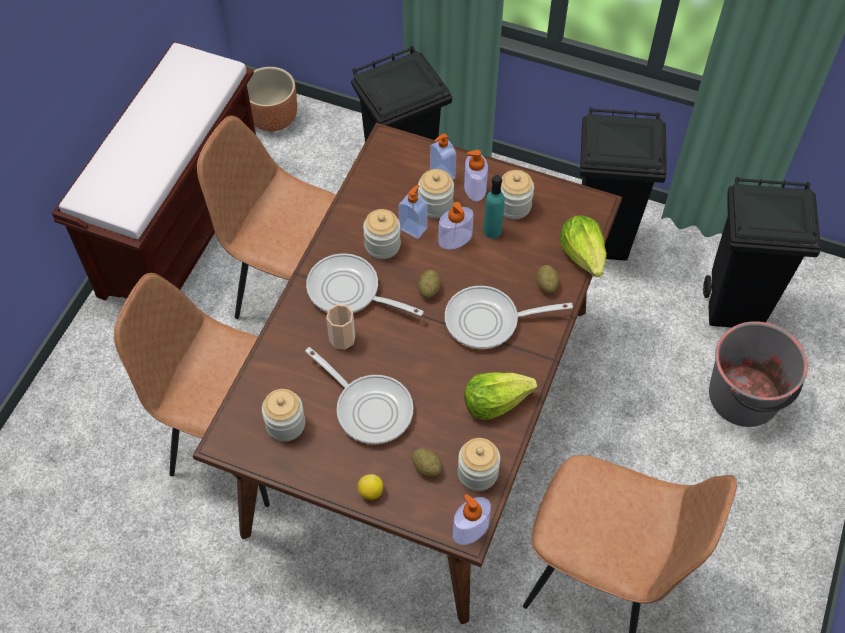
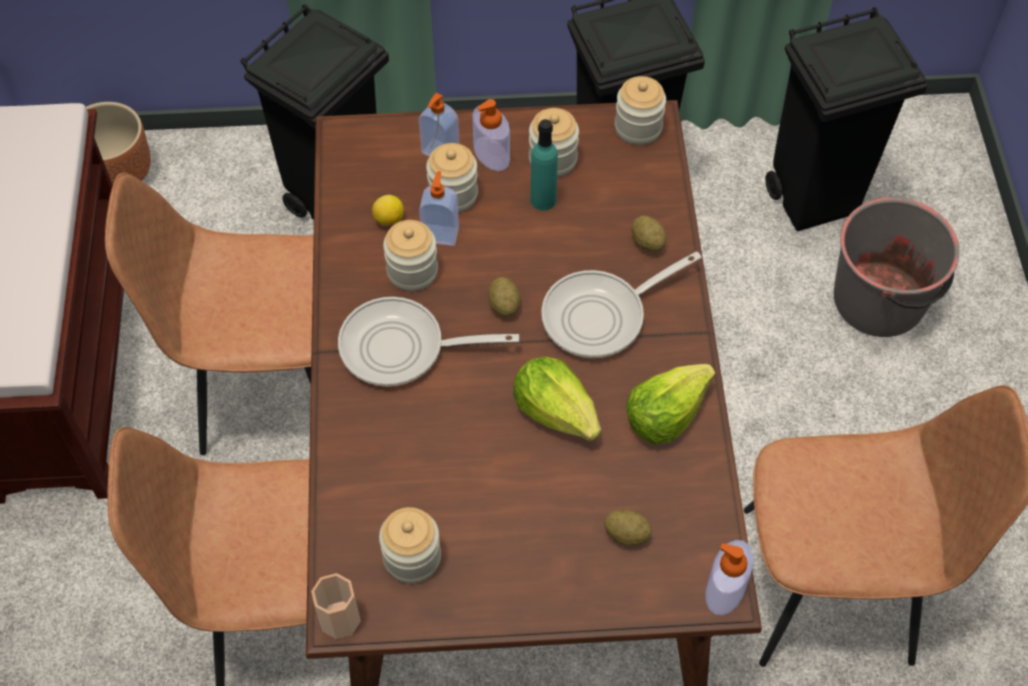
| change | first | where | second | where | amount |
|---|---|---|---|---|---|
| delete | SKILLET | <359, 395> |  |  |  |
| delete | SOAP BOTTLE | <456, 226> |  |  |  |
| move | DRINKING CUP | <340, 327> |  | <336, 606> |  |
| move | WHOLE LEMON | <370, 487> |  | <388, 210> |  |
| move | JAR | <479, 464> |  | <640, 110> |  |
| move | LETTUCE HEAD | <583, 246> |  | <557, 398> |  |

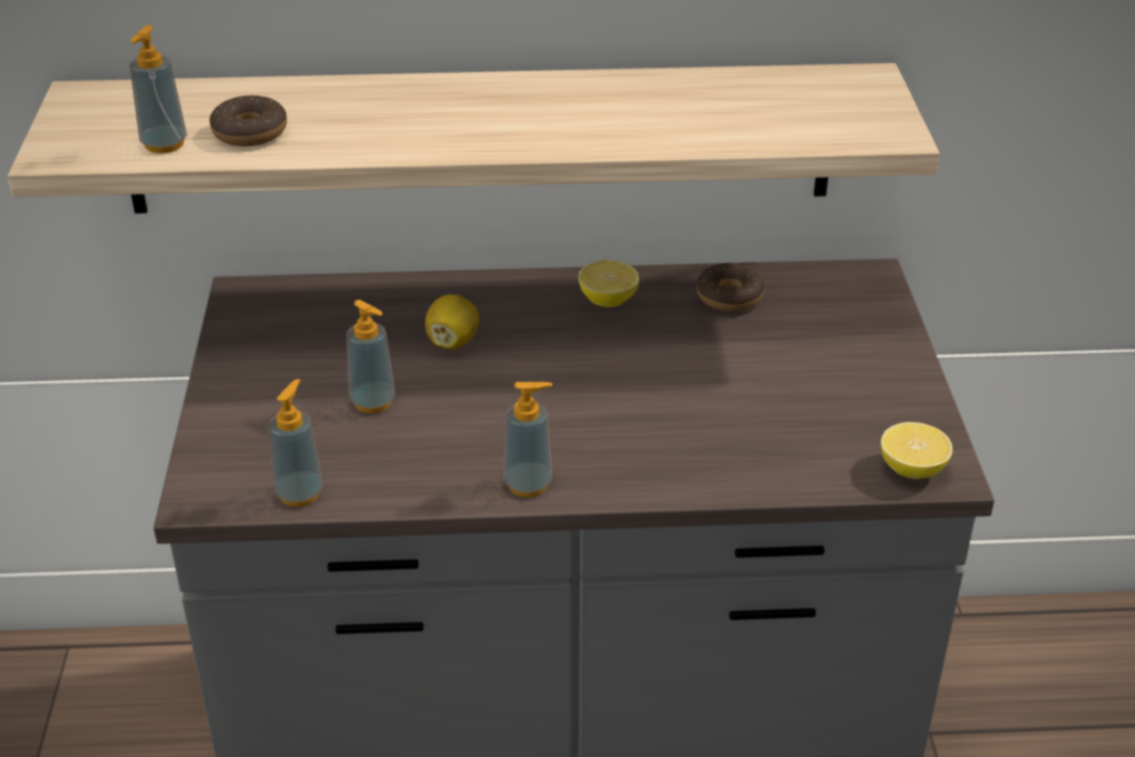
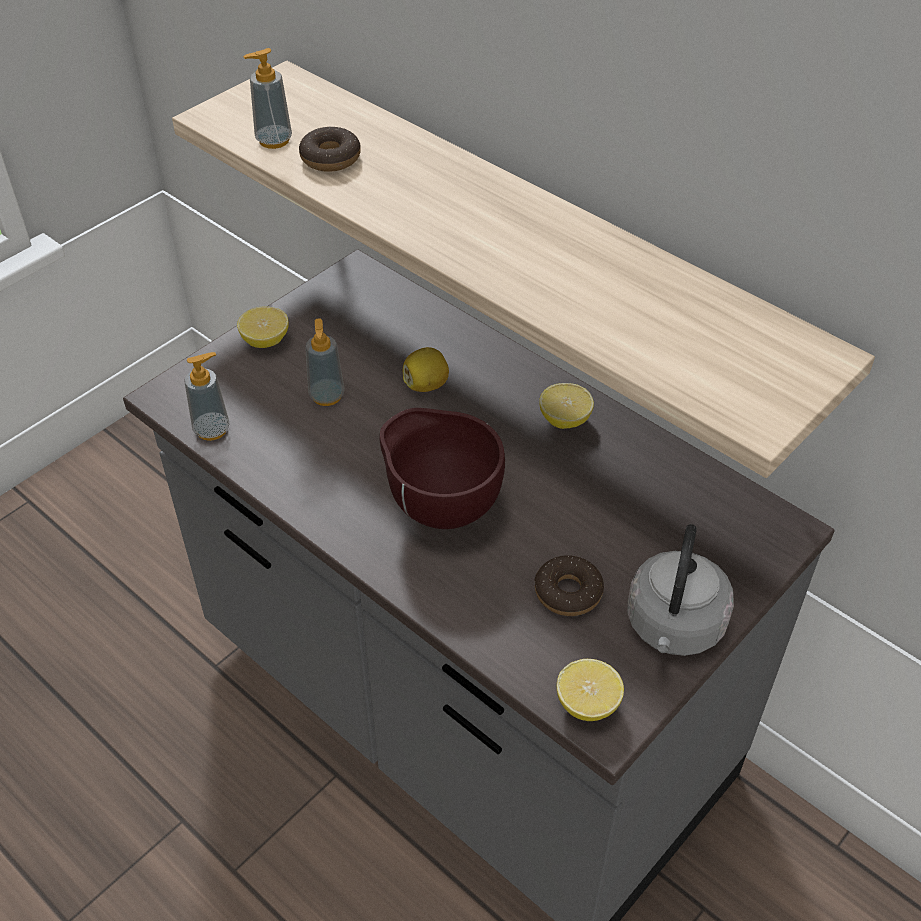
| change | first | where | second | where | amount |
|---|---|---|---|---|---|
| delete | SOAP BOTTLE | <528, 439> |  |  |  |
| insert |  |  | WHOLE LEMON | <263, 327> |  |
| insert |  |  | BROWN DEEP DISH | <442, 468> |  |
| insert |  |  | GREY TEA KETTLE | <680, 590> |  |
| move | DONUT | <731, 287> |  | <569, 585> |  |

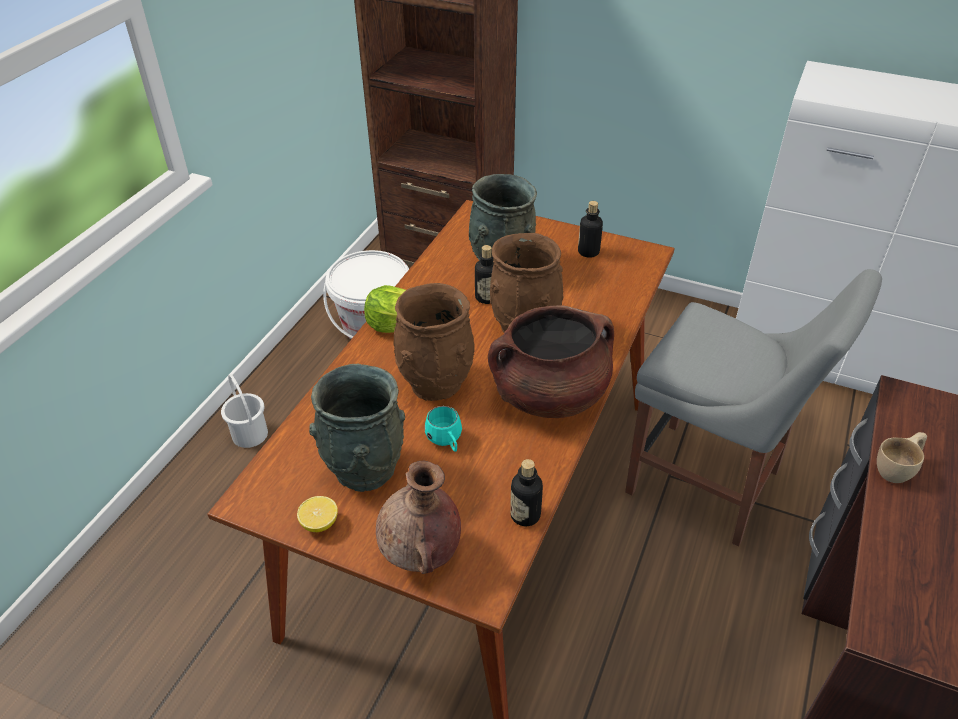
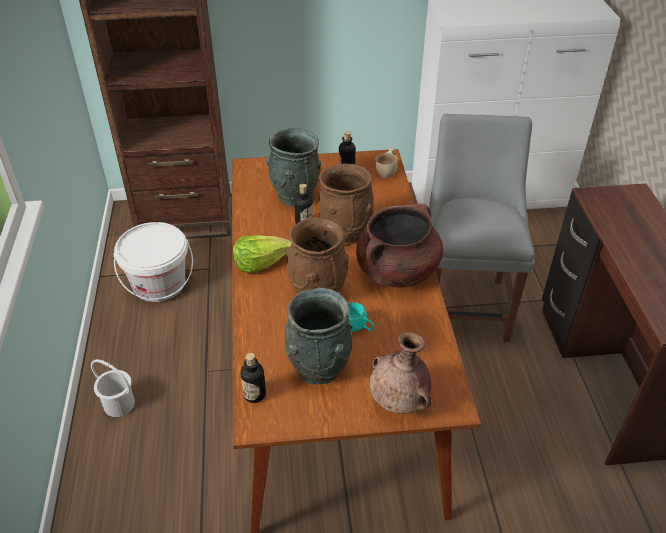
| change | first | where | second | where | amount |
|---|---|---|---|---|---|
| delete | WHOLE LEMON | <317, 514> |  |  |  |
| move | BOTTLE | <526, 492> |  | <253, 378> |  |
| move | BEIGE-COLOURED DRINKING CUP | <902, 457> |  | <386, 163> |  |
| rotate | GREY UPRIGHT CHAIR | <753, 408> |  | <481, 228> | 90 degrees counterclockwise |

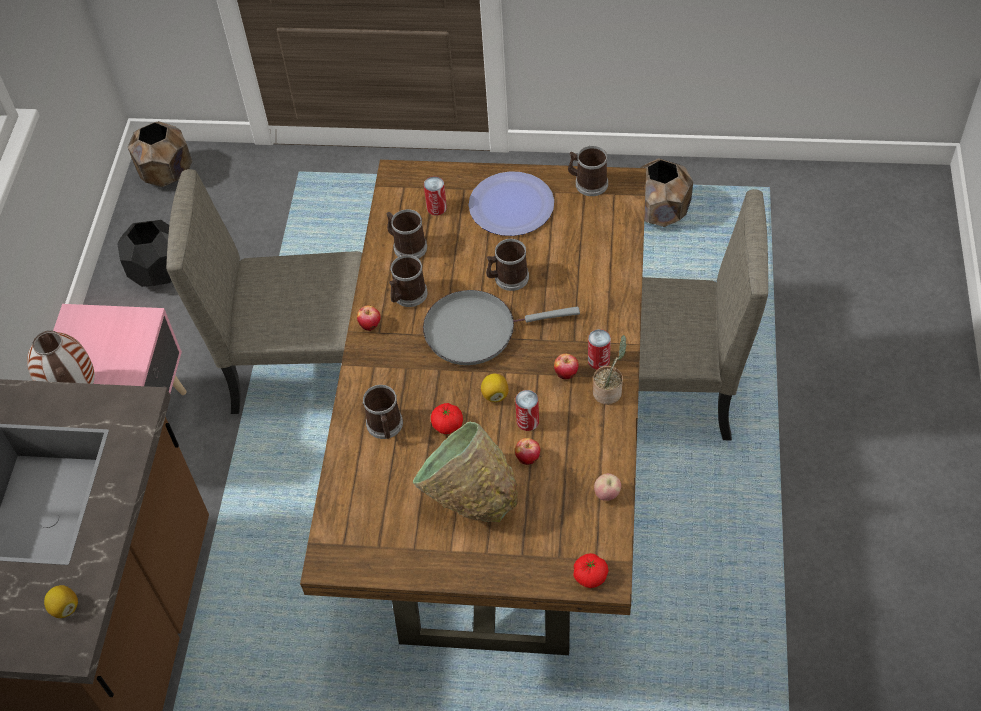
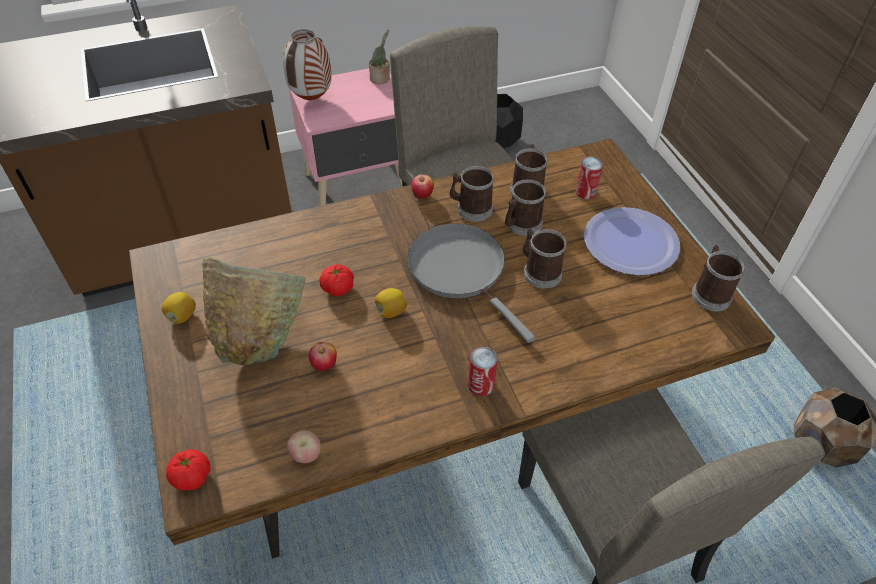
| change | first | where | second | where | amount |
|---|---|---|---|---|---|
| delete | BROWN PLANTER | <160, 154> |  |  |  |
| delete | SEALED CAN | <527, 410> |  |  |  |
| delete | WHOLE APPLE | <566, 366> |  |  |  |
| move | WHOLE LEMON | <61, 601> |  | <178, 308> |  |
| move | TEA MUG | <383, 412> |  | <525, 207> |  |
| move | HOUSEPLANT | <610, 370> |  | <379, 57> |  |

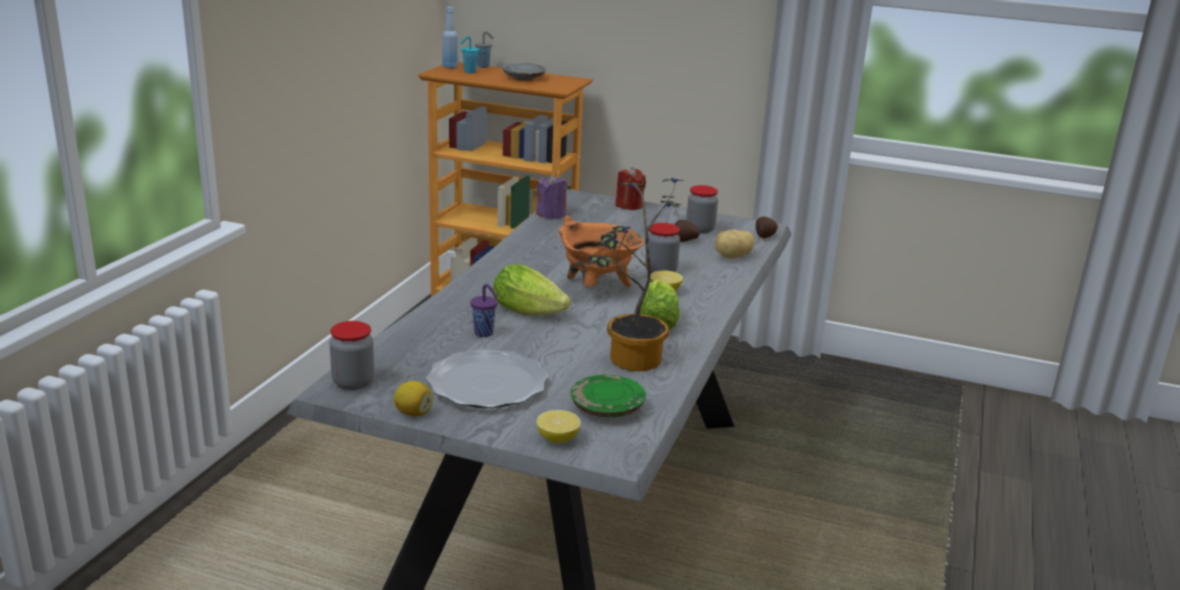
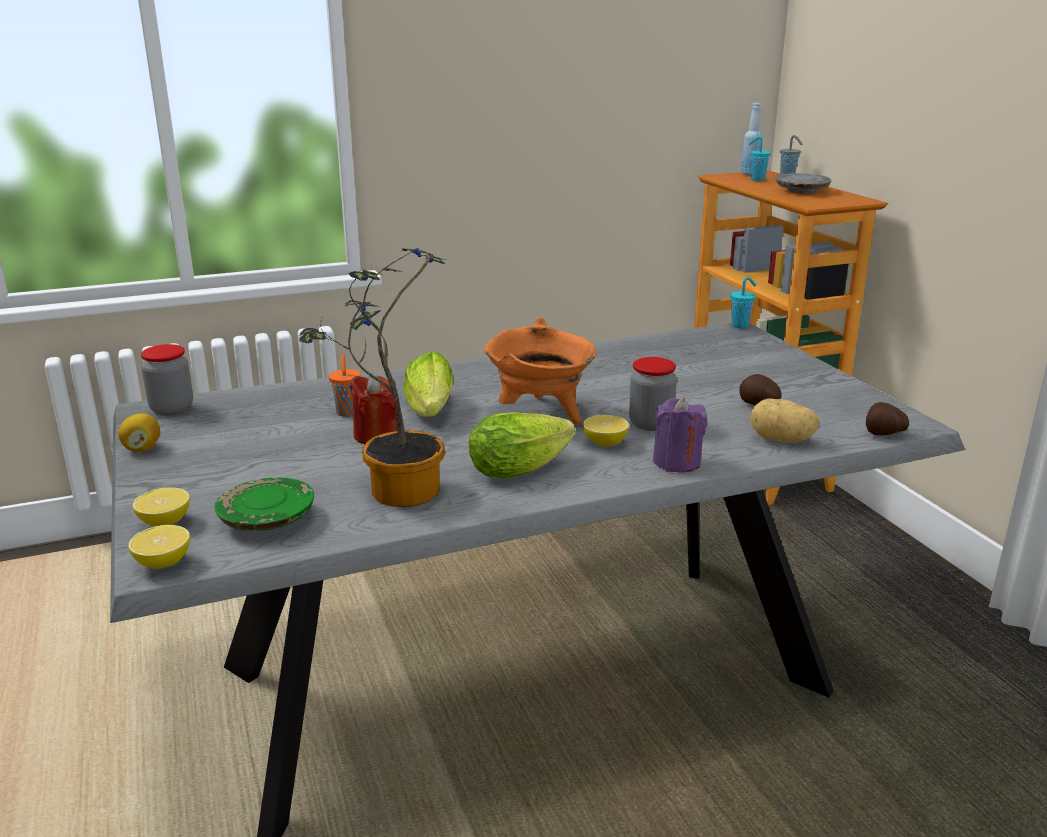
| change | first | where | second | where | amount |
|---|---|---|---|---|---|
| delete | DINNER PLATE | <487, 378> |  |  |  |
| delete | JAR | <702, 209> |  |  |  |
| insert |  |  | WHOLE LEMON | <159, 547> |  |
| insert |  |  | TURQUOISE DRINKING CUP | <743, 303> |  |
| move | PURPLE WAX LIGHT | <551, 196> |  | <680, 434> |  |
| move | RED-COLOURED WAX LIGHT | <630, 188> |  | <373, 410> |  |
| recolor | PURPLE DRINKING CUP | <484, 310> | ORANGE-COLOURED DRINKING CUP | <345, 385> |  |

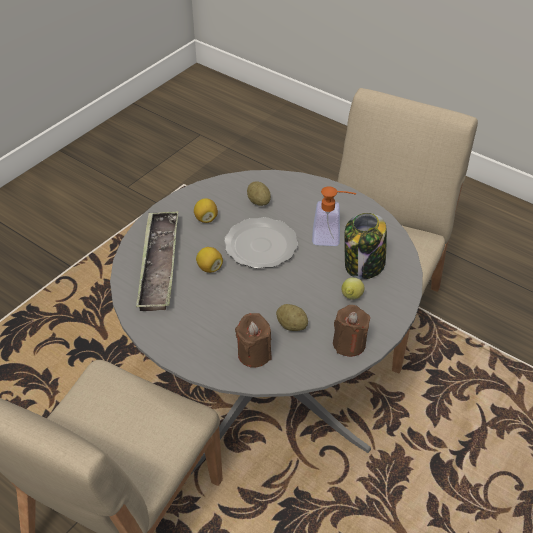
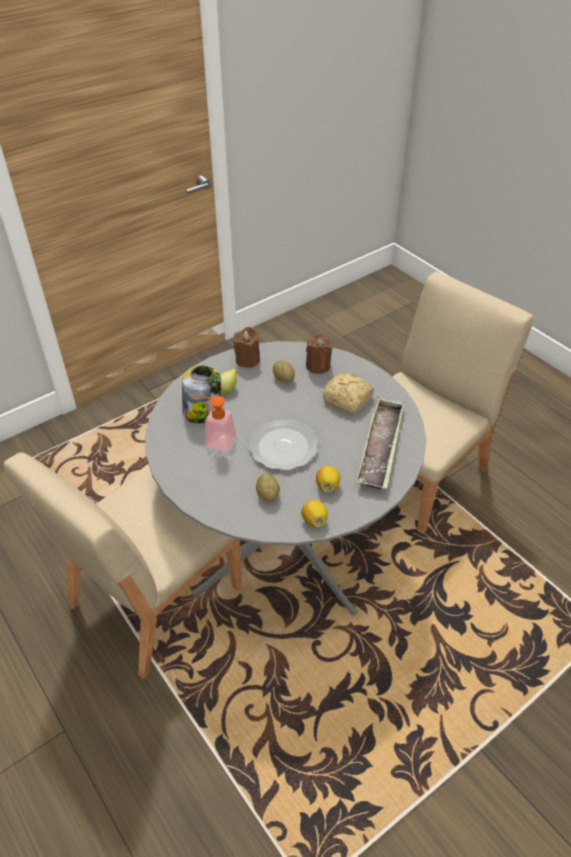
| change | first | where | second | where | amount |
|---|---|---|---|---|---|
| insert |  |  | BREAD | <348, 393> |  |
| move | WHOLE LEMON | <209, 260> |  | <314, 513> |  |

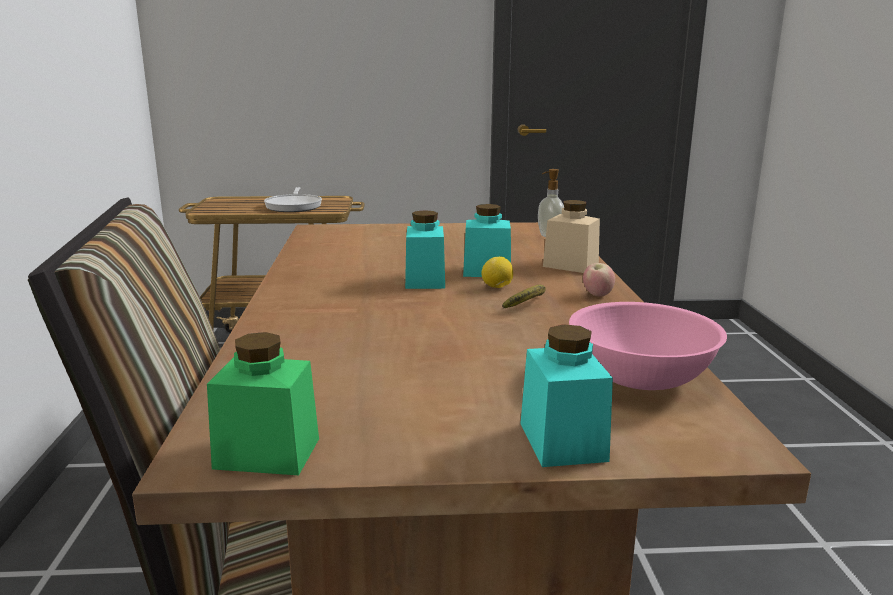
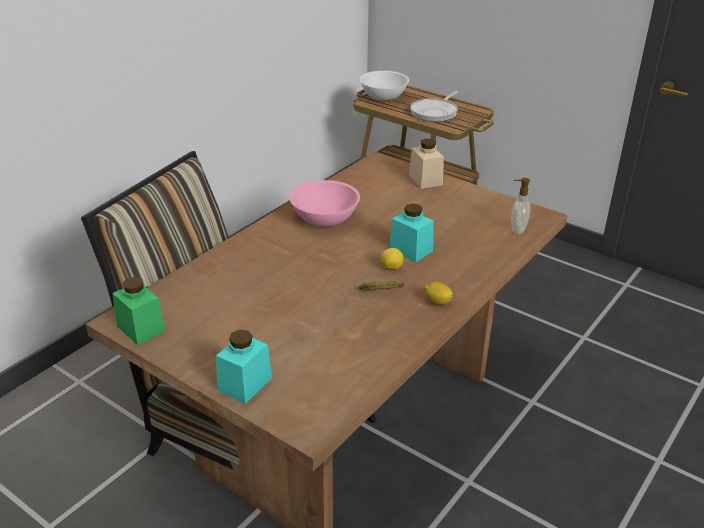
| change | first | where | second | where | amount |
|---|---|---|---|---|---|
| delete | TURQUOISE JAR | <425, 249> |  |  |  |
| insert |  |  | WHITE-COLOURED DEEP DISH | <384, 85> |  |
| move | BEIGE-COLOURED JAR | <571, 236> |  | <426, 164> |  |
| move | PINK-COLOURED DEEP DISH | <648, 346> |  | <324, 203> |  |
| replace | WHOLE APPLE | <599, 280> | WHOLE LEMON | <438, 293> |  |

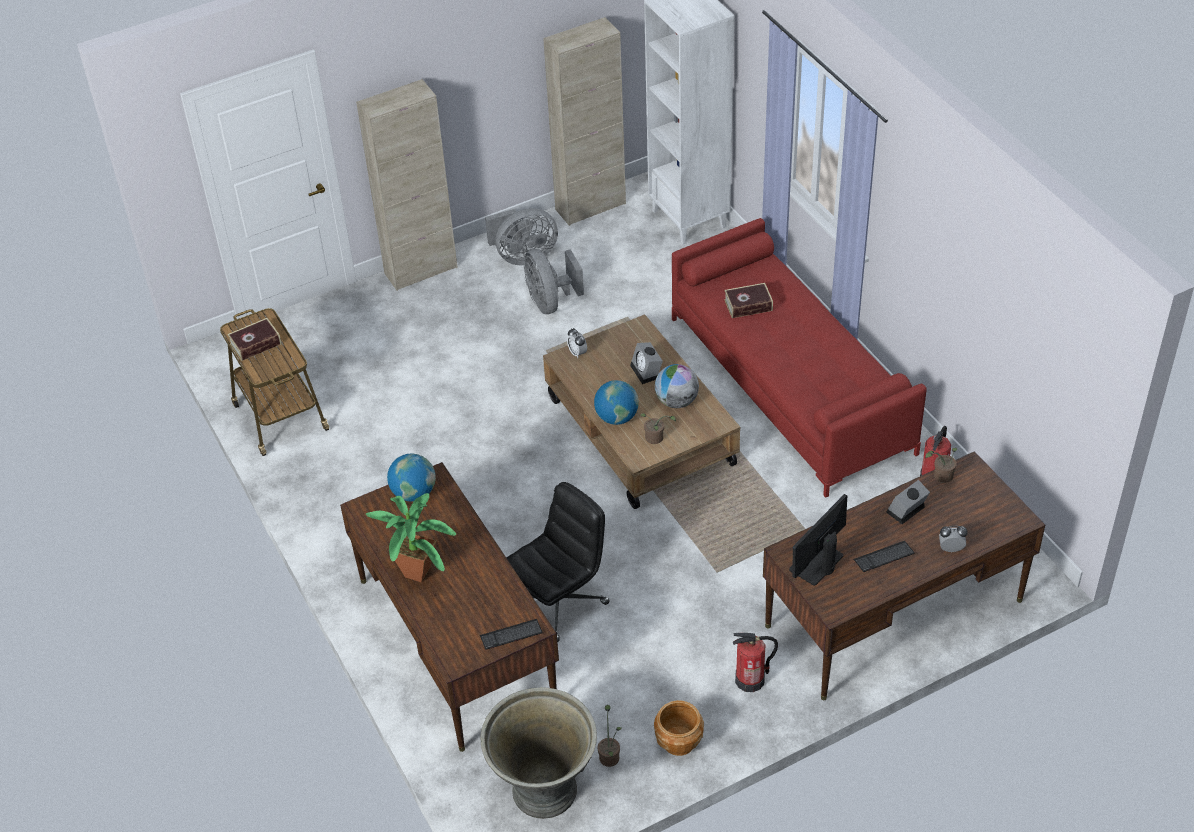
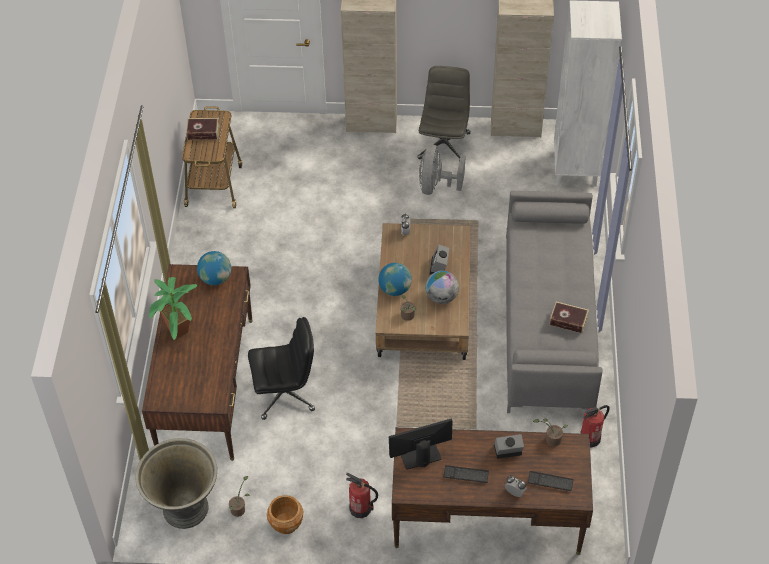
| change | first | where | second | where | amount |
|---|---|---|---|---|---|
| move | PC KEYBOARD | <511, 634> |  | <551, 481> |  |
| move | BOOK | <748, 300> |  | <569, 317> |  |
| replace | GREY FAN | <521, 236> | GREY OFFICE CHAIR | <443, 113> |  |
| recolor | RED-COLOURED COUCH | <799, 358> | GREY COUCH | <554, 302> |  |

